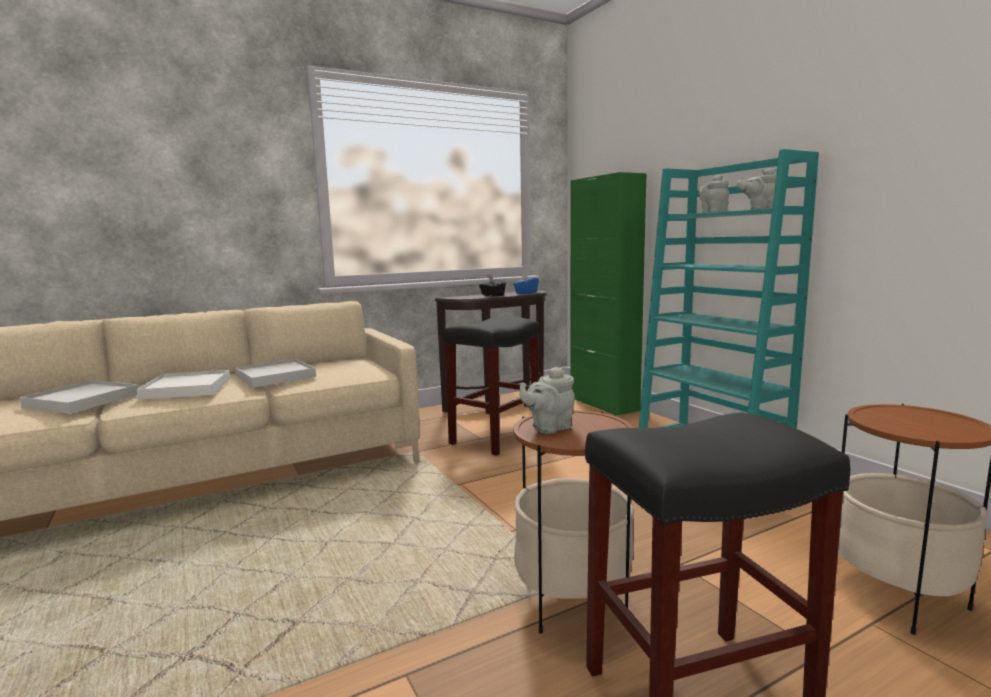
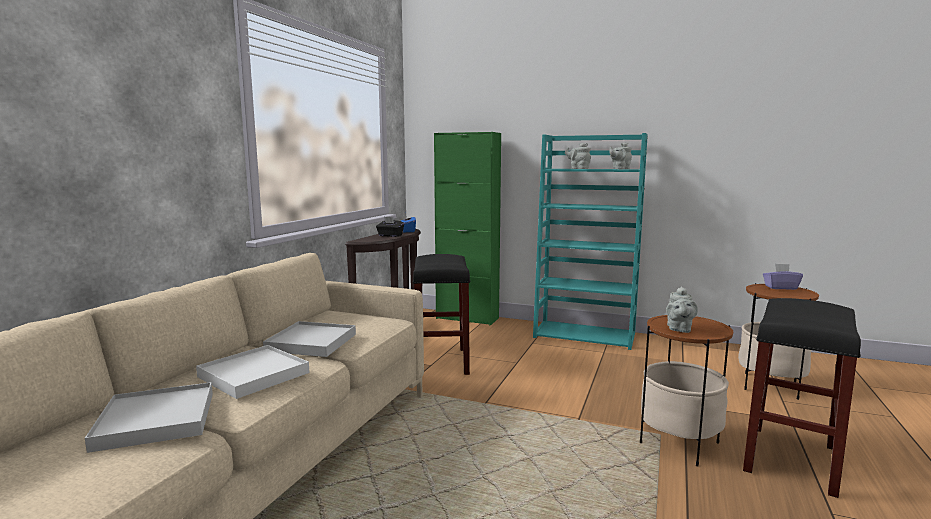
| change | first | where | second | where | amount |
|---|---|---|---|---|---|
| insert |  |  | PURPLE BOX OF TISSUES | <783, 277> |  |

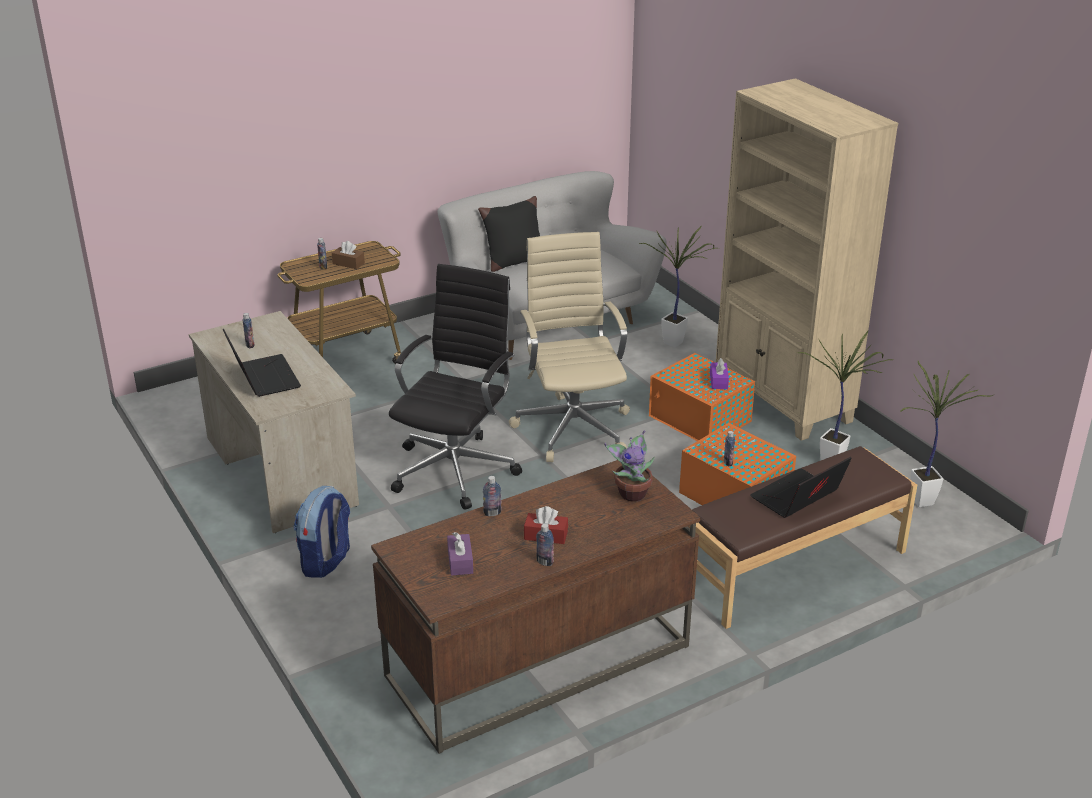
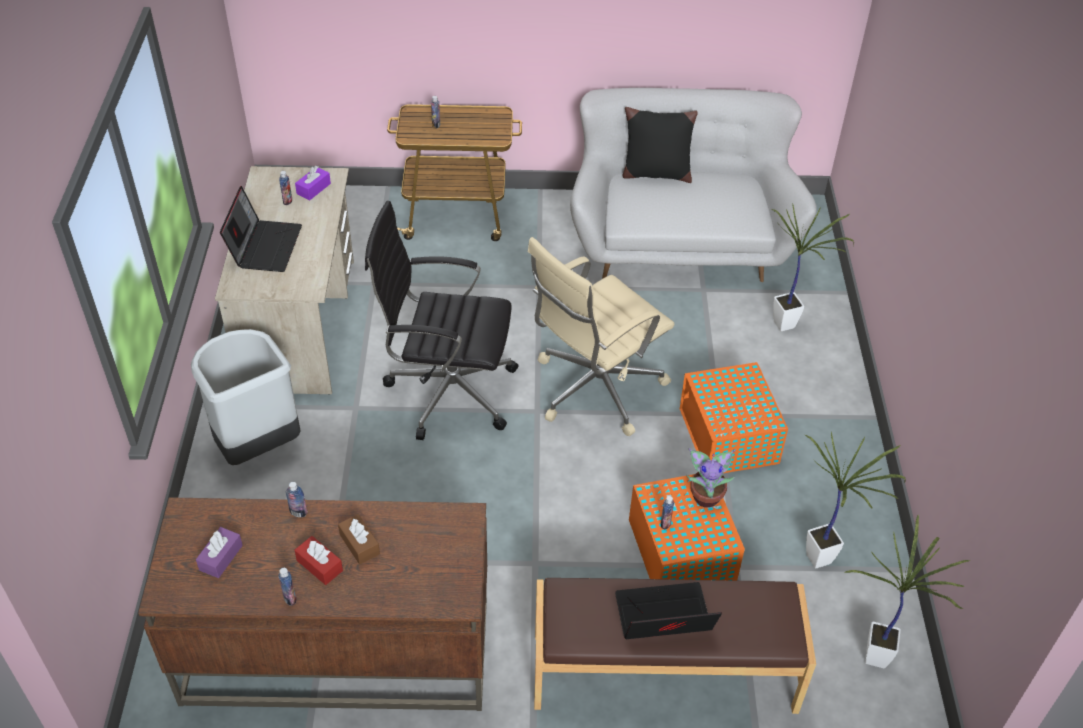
| change | first | where | second | where | amount |
|---|---|---|---|---|---|
| delete | BEIGE-COLOURED SHELVING UNIT | <807, 259> |  |  |  |
| move | BROWN BOX OF TISSUES | <348, 255> |  | <359, 539> |  |
| move | HOUSEPLANT | <629, 466> |  | <711, 478> |  |
| move | PURPLE BOX OF TISSUES | <719, 373> |  | <313, 183> |  |
| replace | KNAPSACK | <321, 532> | GREY RUBBISH BIN | <246, 397> |  |
| rotate | BLACK-COLOURED OFFICE CHAIR | <455, 387> |  | <441, 320> | 135 degrees counterclockwise |
| rotate | BEIGE-COLOURED OFFICE CHAIR | <569, 347> |  | <601, 336> | 150 degrees counterclockwise |

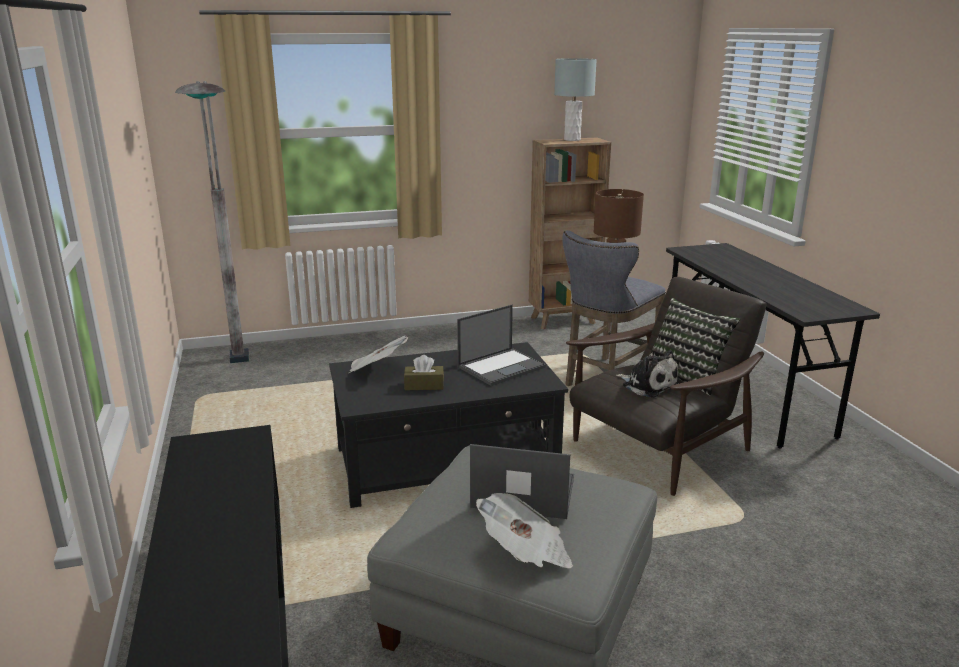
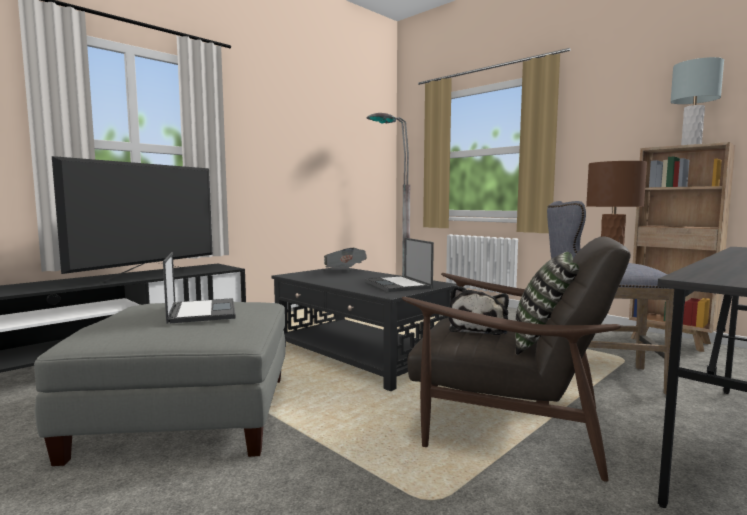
| change | first | where | second | where | amount |
|---|---|---|---|---|---|
| delete | BROWN BOX OF TISSUES | <424, 372> |  |  |  |
| delete | NEWSPAPER | <524, 530> |  |  |  |
| insert |  |  | TV SET | <132, 219> |  |
| rotate | LAPTOP | <501, 345> |  | <399, 265> | 45 degrees clockwise |

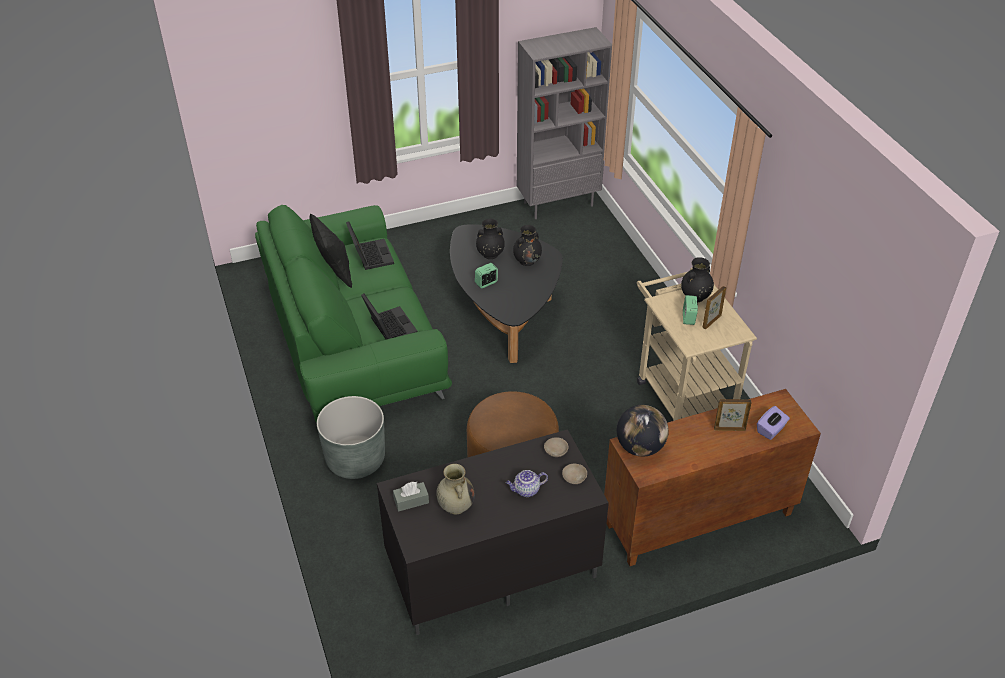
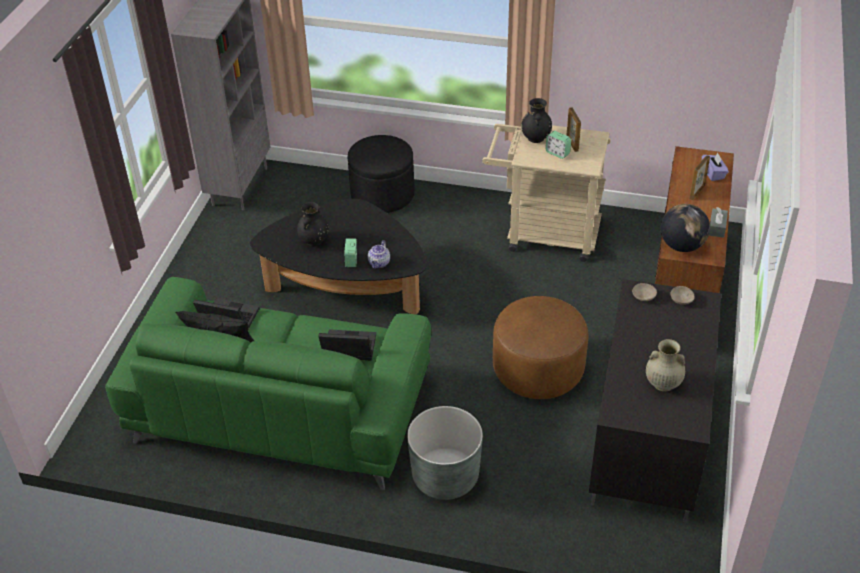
| change | first | where | second | where | amount |
|---|---|---|---|---|---|
| delete | BLACK-COLOURED VASE | <527, 245> |  |  |  |
| insert |  |  | BLACK-COLOURED POUFFE | <380, 174> |  |
| move | GREY BOX OF TISSUES | <411, 497> |  | <718, 222> |  |
| move | POT FOR TEA | <527, 483> |  | <379, 254> |  |

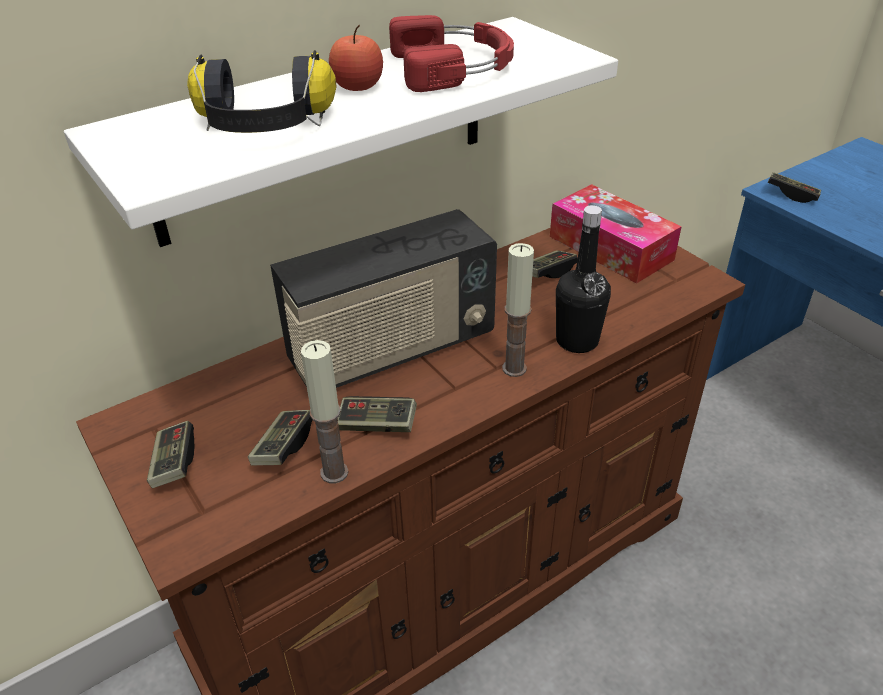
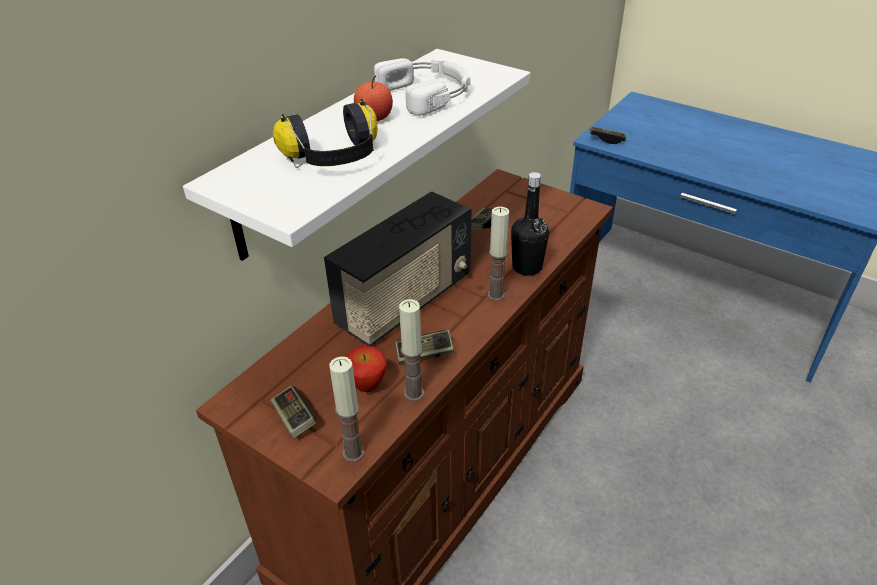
| change | first | where | second | where | amount |
|---|---|---|---|---|---|
| delete | BOX OF TISSUES | <616, 234> |  |  |  |
| insert |  |  | WAX LIGHT | <347, 409> |  |
| replace | GAMEPAD | <280, 437> | WHOLE APPLE | <366, 369> |  |
| recolor | RED-COLOURED HEADPHONES | <451, 53> | WHITE-COLOURED HEADPHONES | <422, 87> |  |

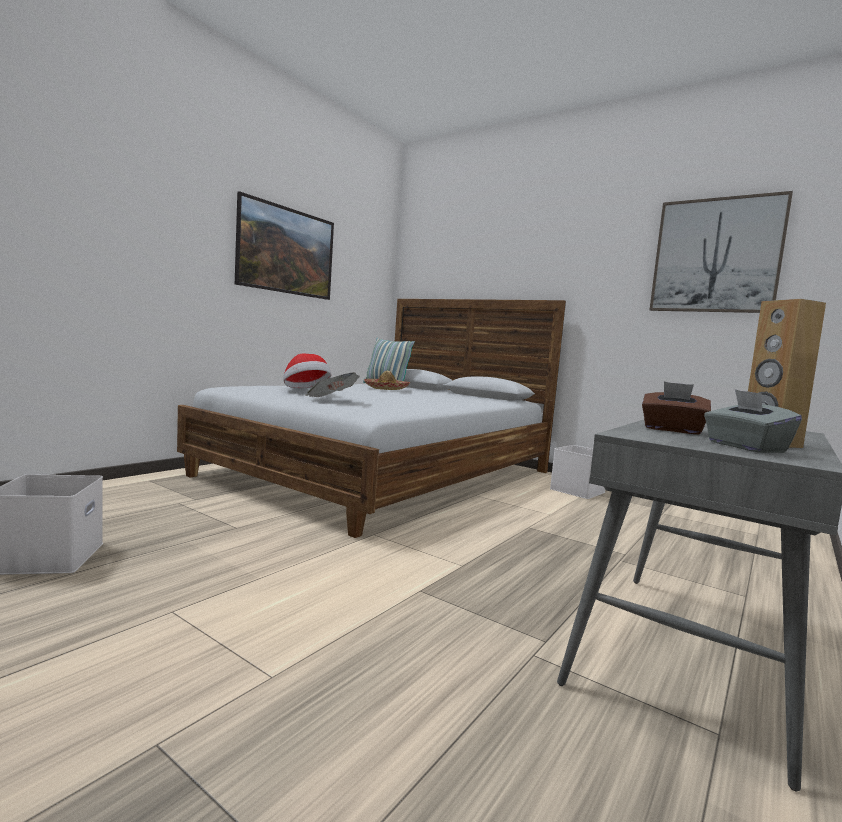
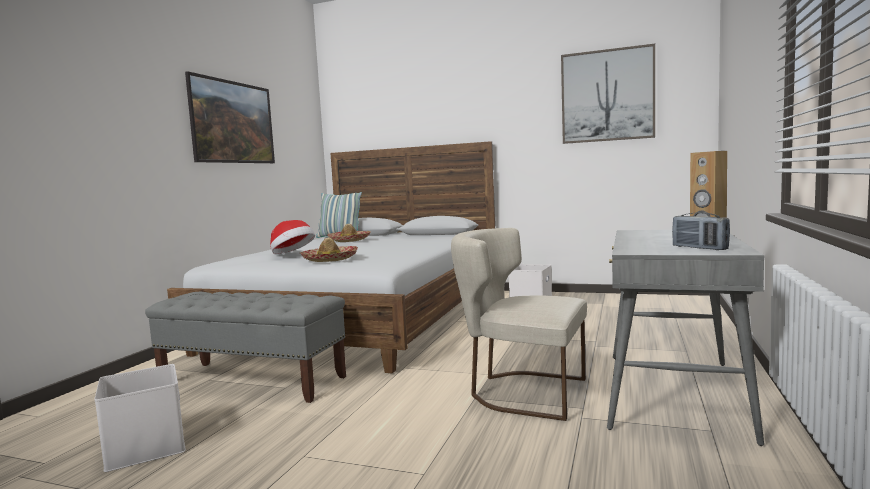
| change | first | where | second | where | amount |
|---|---|---|---|---|---|
| delete | BROWN BOX OF TISSUES | <676, 408> |  |  |  |
| insert |  |  | GREY BENCH | <245, 347> |  |
| insert |  |  | BEIGE-COLOURED UPRIGHT CHAIR | <519, 324> |  |
| replace | NEWSPAPER | <332, 384> | HAT | <329, 250> |  |
| replace | GREY BOX OF TISSUES | <753, 421> | RADIO SET | <701, 231> |  |

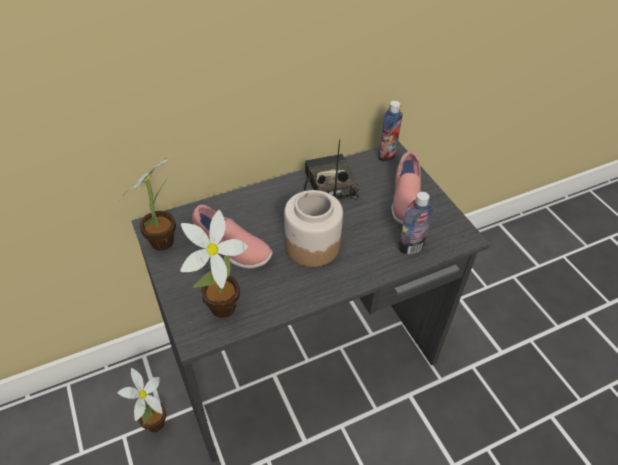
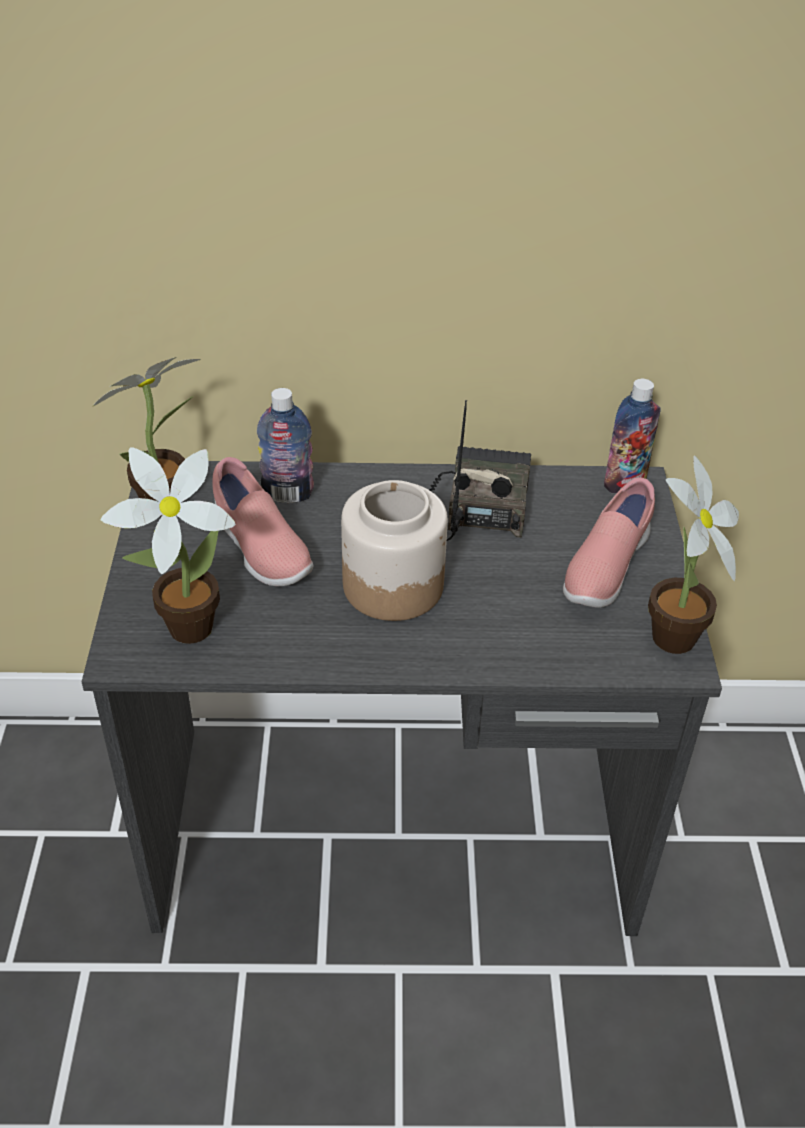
| change | first | where | second | where | amount |
|---|---|---|---|---|---|
| move | HOUSEPLANT | <141, 400> |  | <693, 554> |  |
| move | BOTTLE | <416, 223> |  | <285, 445> |  |

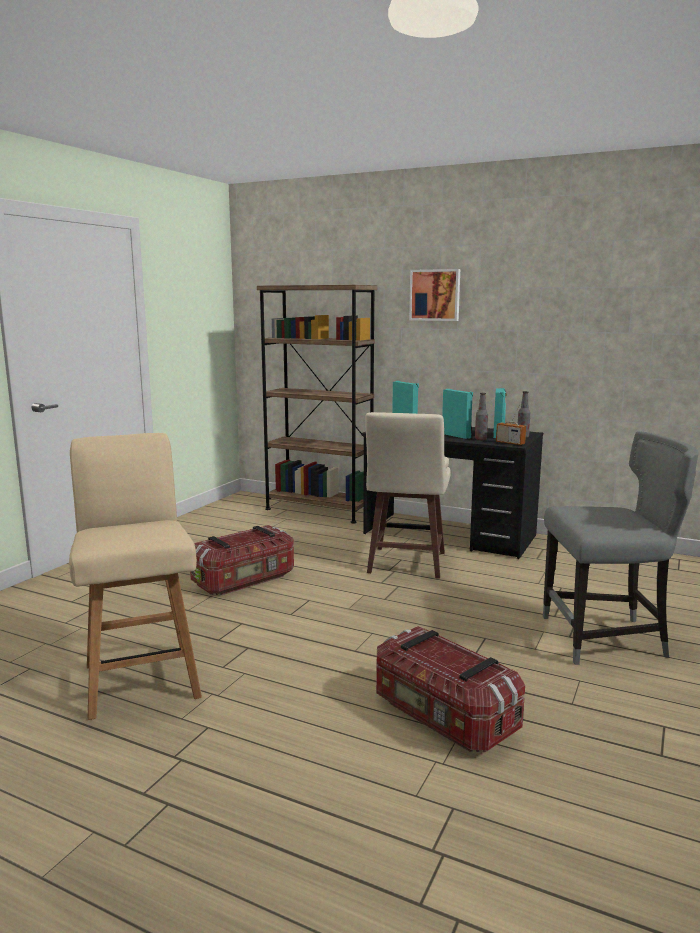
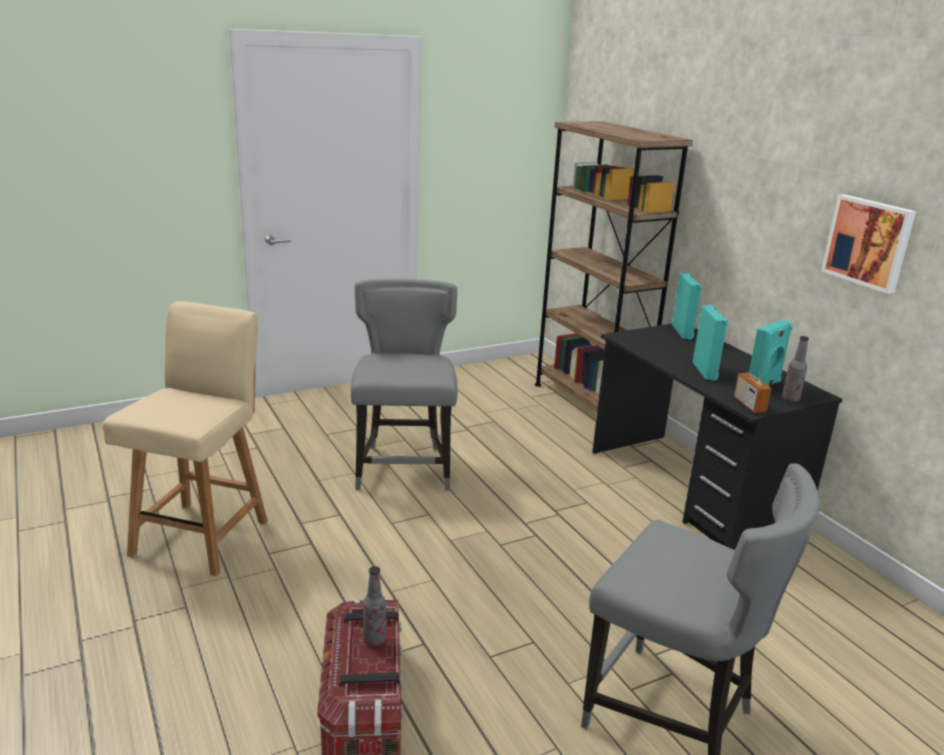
| change | first | where | second | where | amount |
|---|---|---|---|---|---|
| delete | BEIGE-COLOURED STOOL | <407, 495> |  |  |  |
| move | PICTURE | <434, 295> |  | <868, 244> |  |
| move | BOTTLE | <481, 416> |  | <374, 606> |  |
| replace | STORAGE BIN | <242, 560> | GREY UPRIGHT CHAIR | <404, 385> |  |

